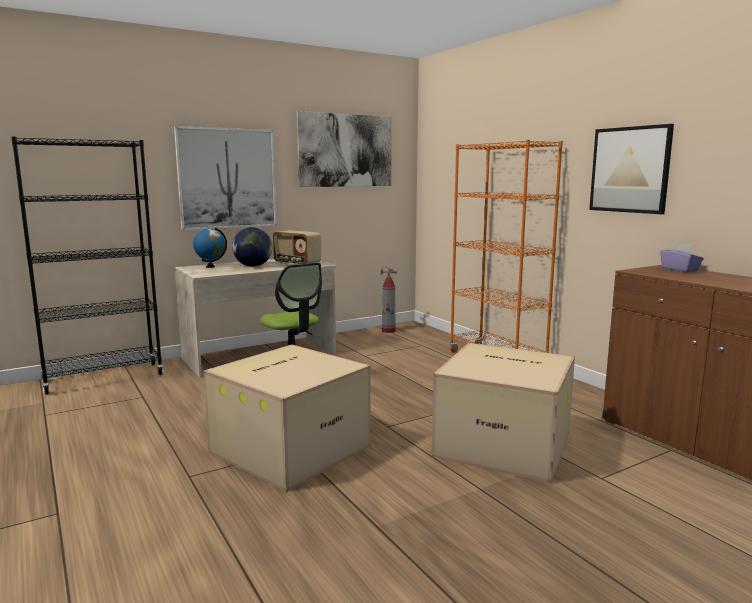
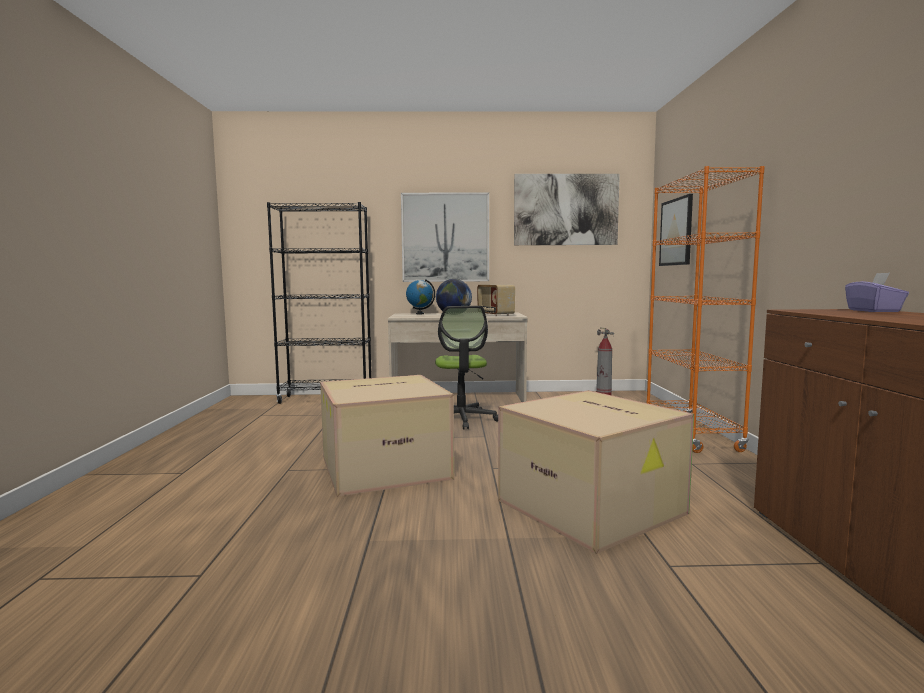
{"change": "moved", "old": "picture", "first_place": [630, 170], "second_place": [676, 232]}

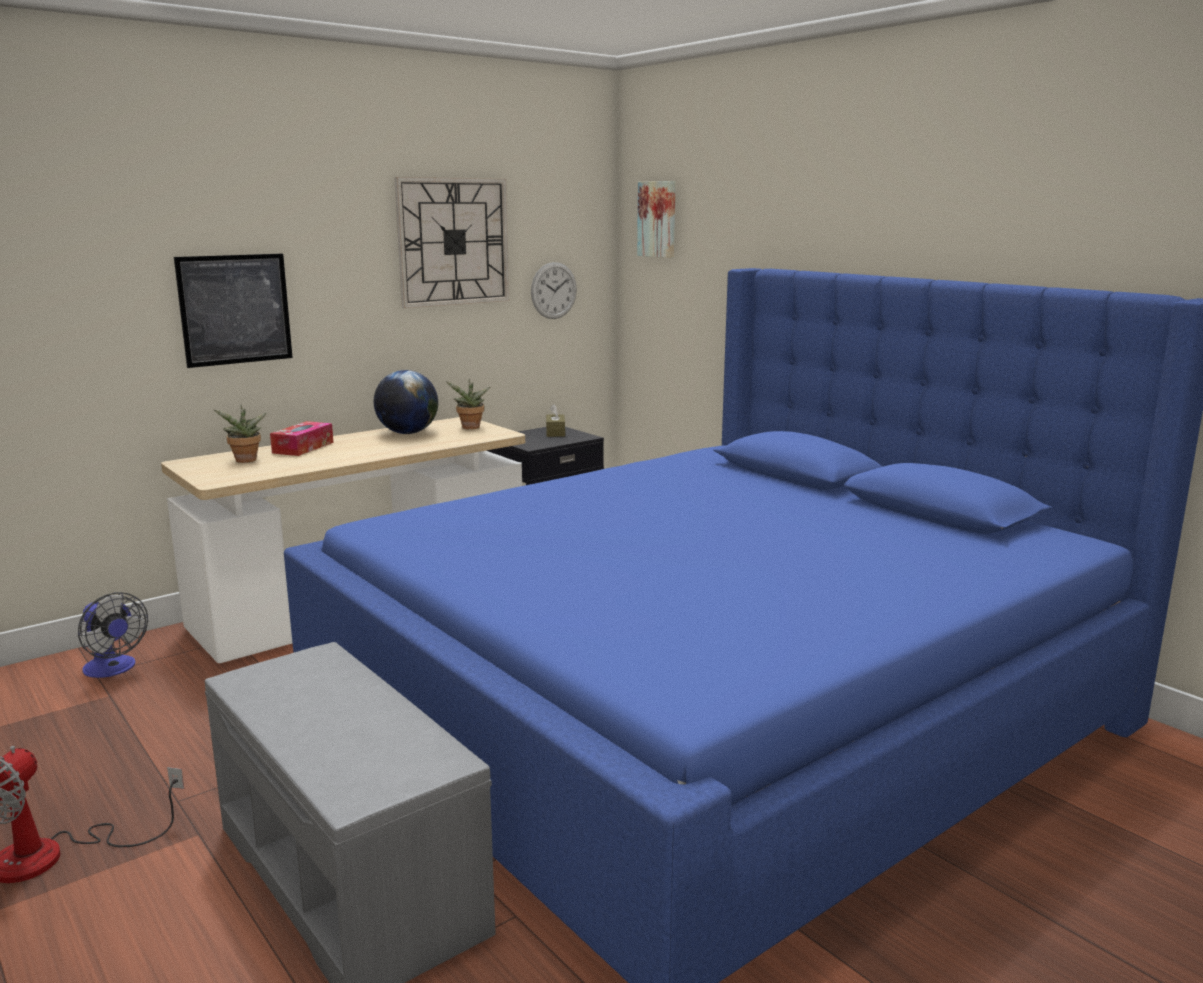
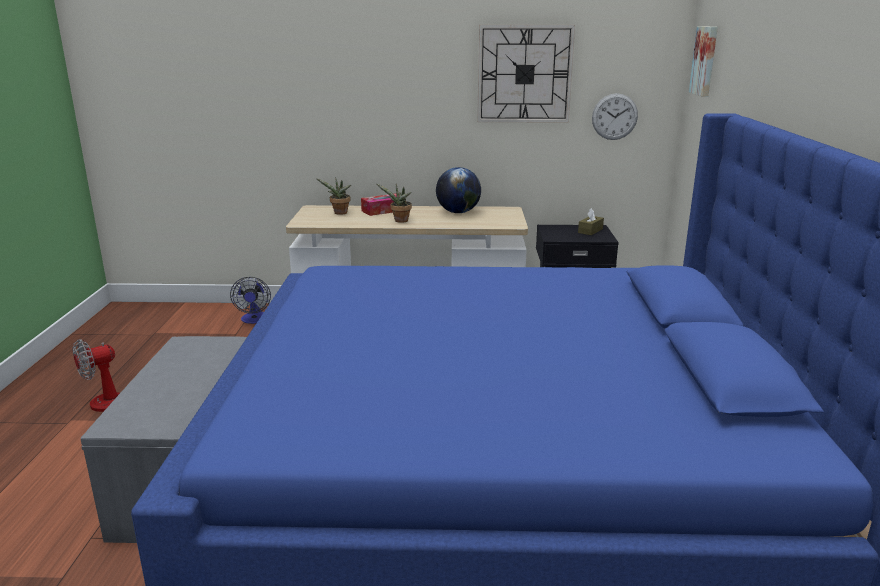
{"change": "removed", "old": "picture", "first_place": [235, 309]}
{"change": "moved", "old": "potted plant", "first_place": [470, 428], "second_place": [399, 221]}

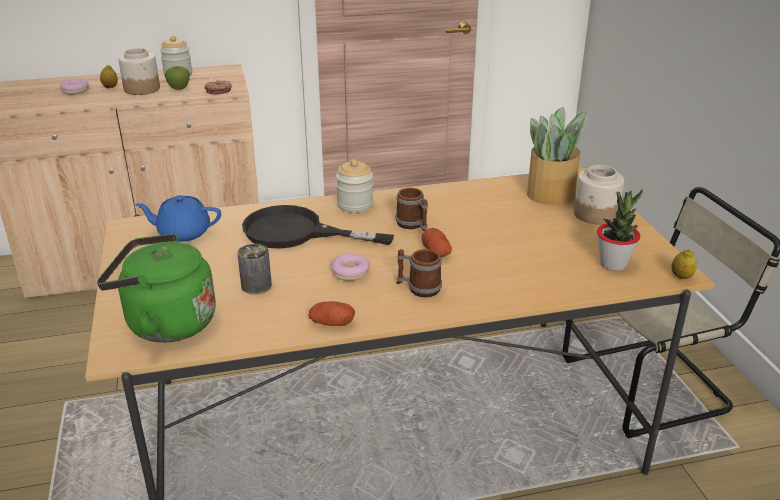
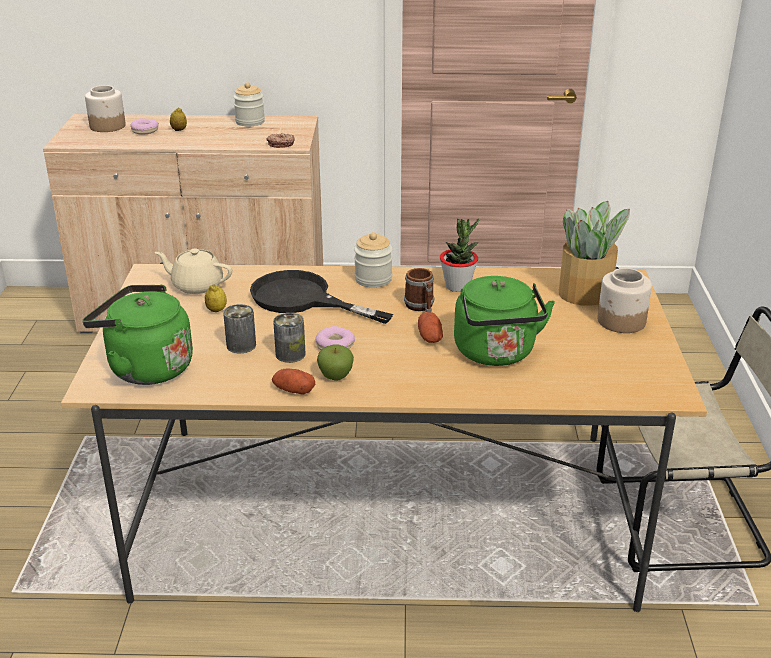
{"change": "moved", "old": "jar", "first_place": [142, 89], "second_place": [108, 126]}
{"change": "moved", "old": "apple", "first_place": [179, 88], "second_place": [335, 377]}
{"change": "moved", "old": "potted plant", "first_place": [613, 263], "second_place": [458, 286]}
{"change": "recoloured", "old": "blue teapot", "new": "beige teapot", "first_place": [183, 233], "second_place": [196, 285]}
{"change": "removed", "old": "mug", "first_place": [418, 288]}
{"change": "moved", "old": "lemon", "first_place": [681, 277], "second_place": [216, 310]}
{"change": "added", "new": "green kettle", "second_place": [496, 354]}
{"change": "added", "new": "can", "second_place": [290, 354]}

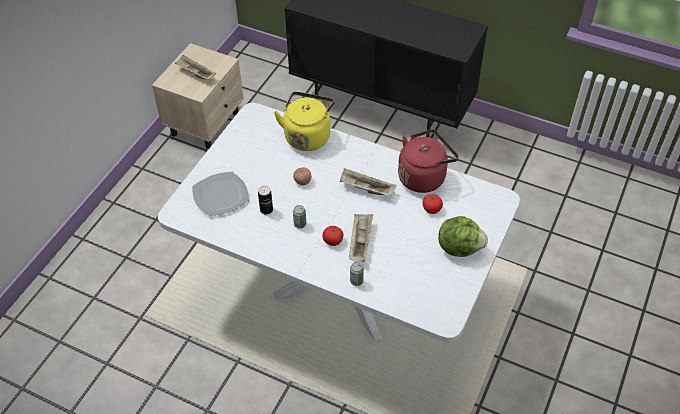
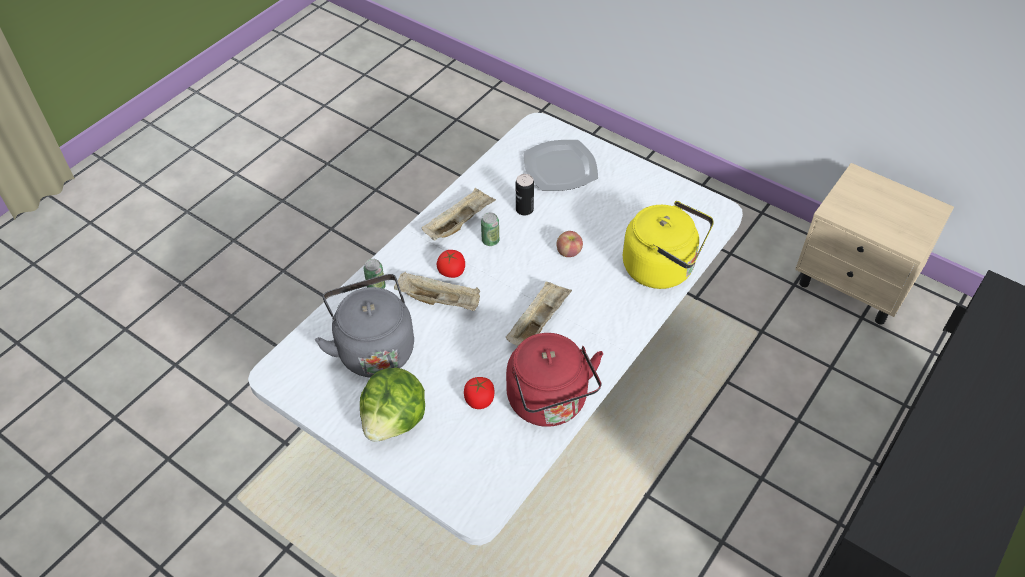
{"change": "moved", "old": "beige tray", "first_place": [195, 74], "second_place": [459, 223]}
{"change": "added", "new": "grey kettle", "second_place": [374, 348]}

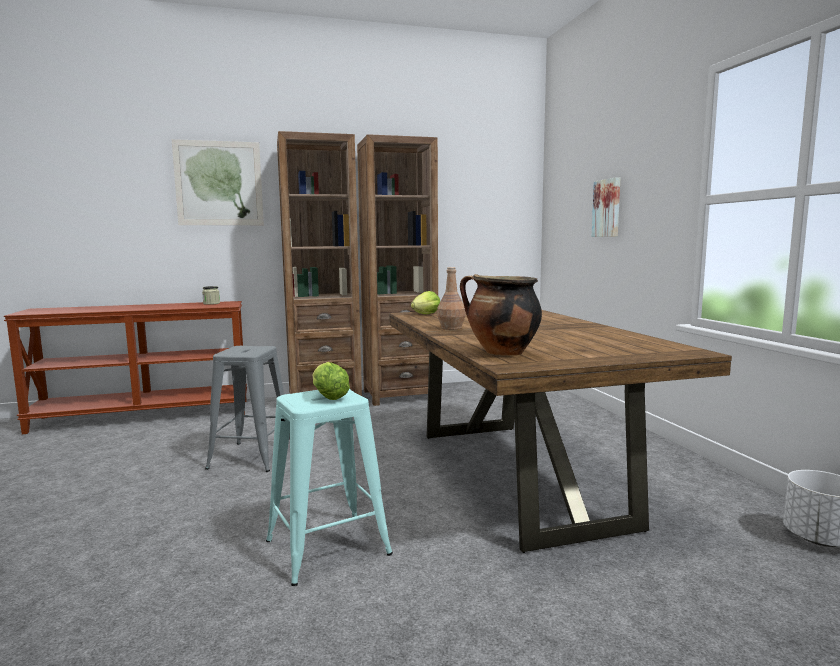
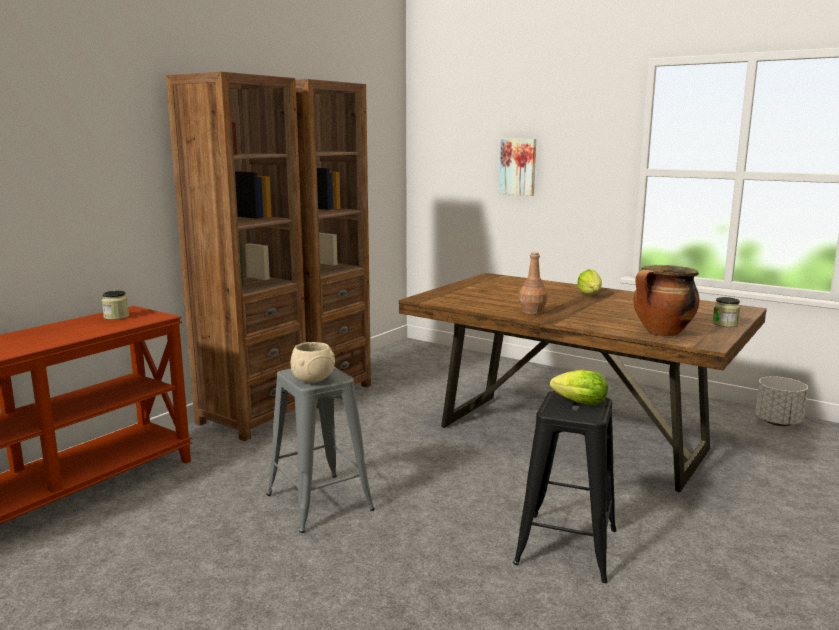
{"change": "removed", "old": "picture", "first_place": [219, 183]}
{"change": "moved", "old": "lettuce", "first_place": [424, 315], "second_place": [590, 295]}
{"change": "recoloured", "old": "turquoise stool", "new": "black stool", "first_place": [328, 547], "second_place": [566, 546]}
{"change": "added", "new": "jar", "second_place": [725, 324]}
{"change": "added", "new": "beige bowl", "second_place": [312, 380]}

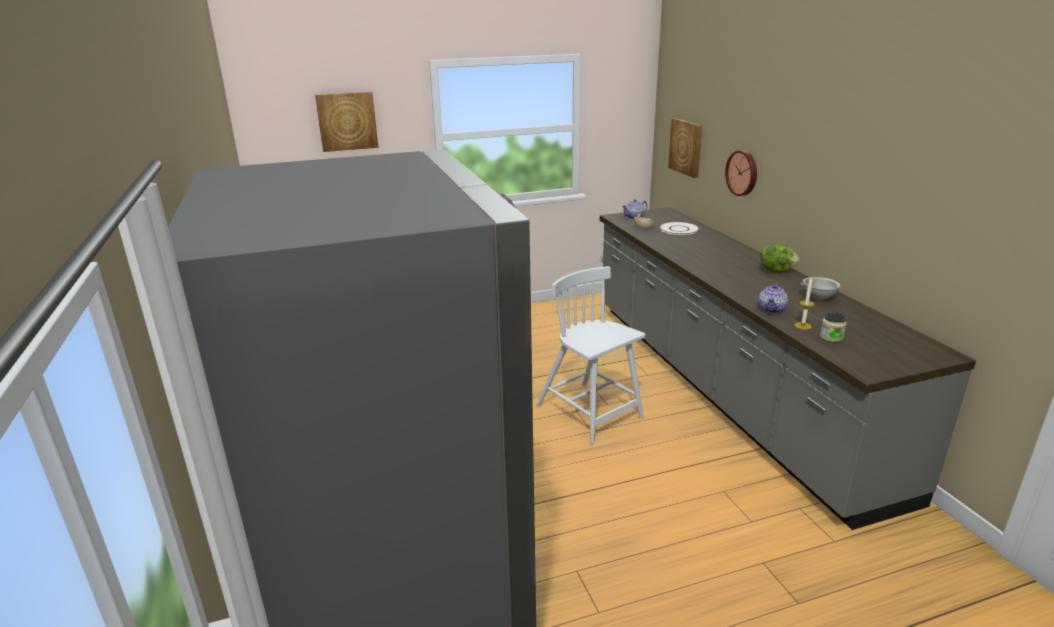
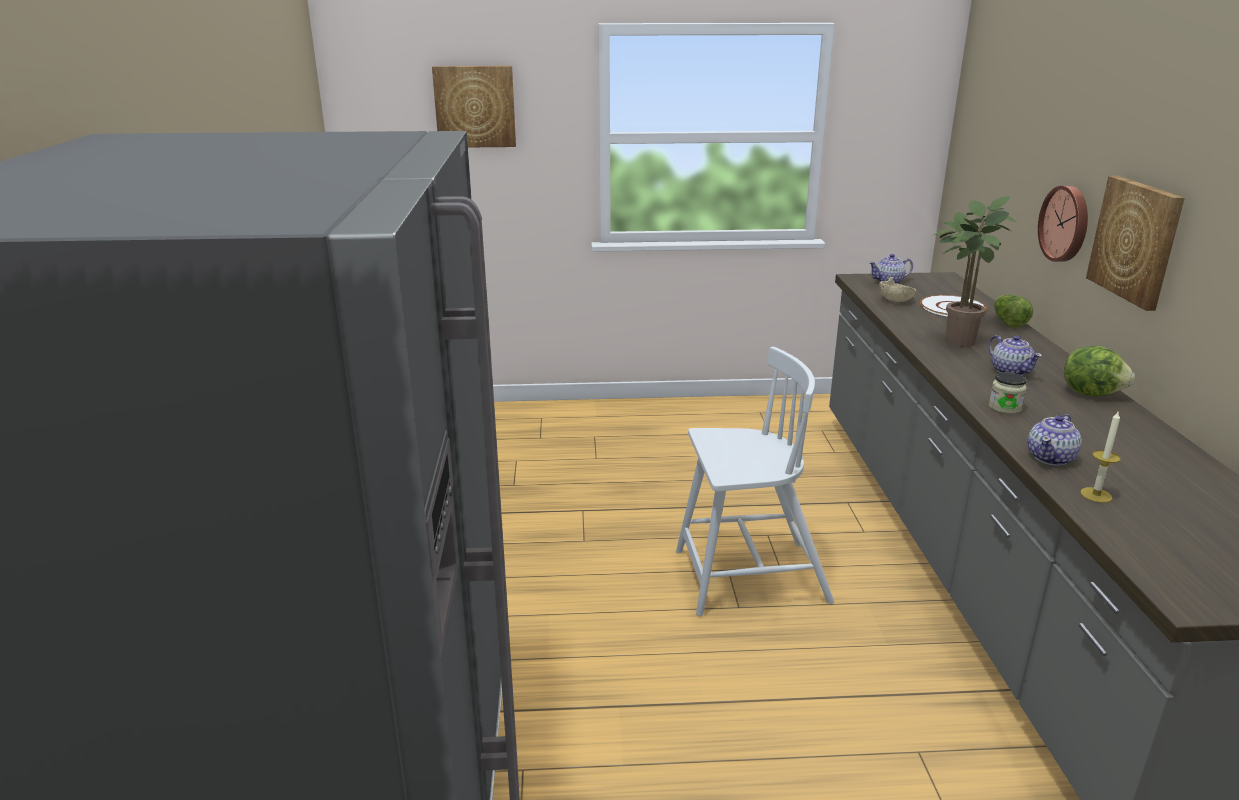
{"change": "moved", "old": "picture", "first_place": [686, 147], "second_place": [1136, 241]}
{"change": "turned", "old": "white chair", "first_place": [590, 413], "second_place": [748, 577], "degrees": 105}
{"change": "removed", "old": "grey bowl", "first_place": [818, 298]}
{"change": "moved", "old": "jar", "first_place": [831, 337], "second_place": [1005, 407]}
{"change": "added", "new": "potted plant", "second_place": [957, 340]}
{"change": "added", "new": "lettuce", "second_place": [1008, 322]}
{"change": "added", "new": "teapot", "second_place": [1010, 371]}

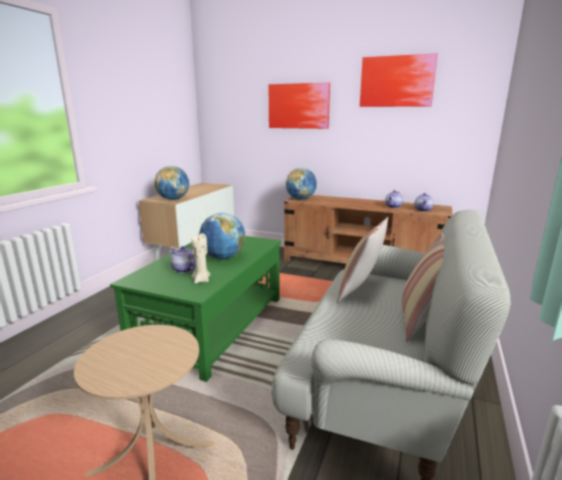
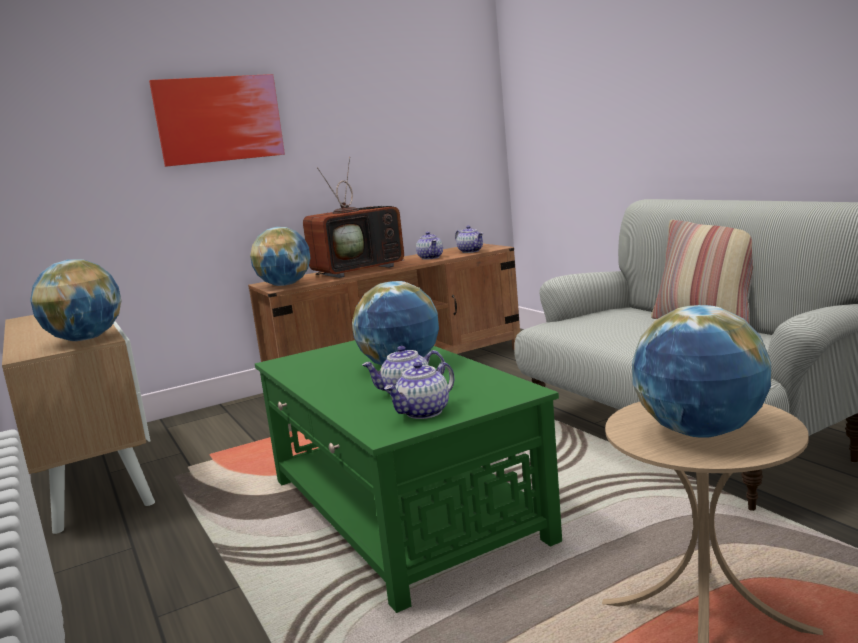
{"change": "removed", "old": "picture", "first_place": [396, 81]}
{"change": "removed", "old": "pillow", "first_place": [360, 290]}
{"change": "removed", "old": "beige candle", "first_place": [201, 280]}
{"change": "added", "new": "television", "second_place": [359, 270]}
{"change": "added", "new": "globe", "second_place": [700, 432]}
{"change": "added", "new": "teapot", "second_place": [424, 412]}

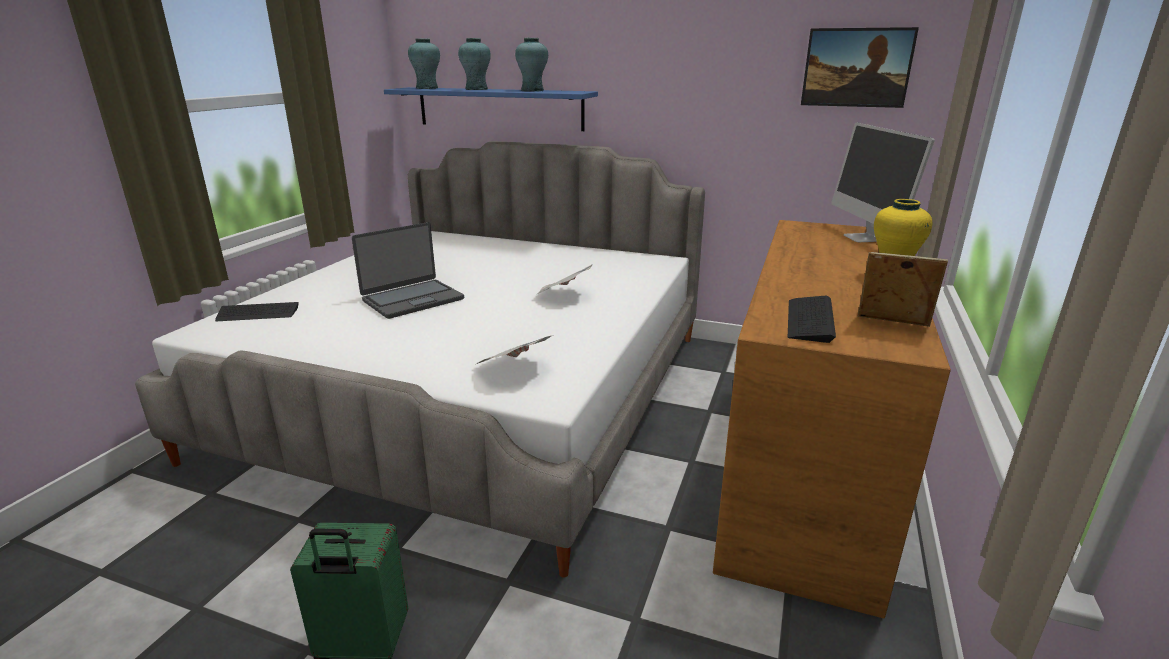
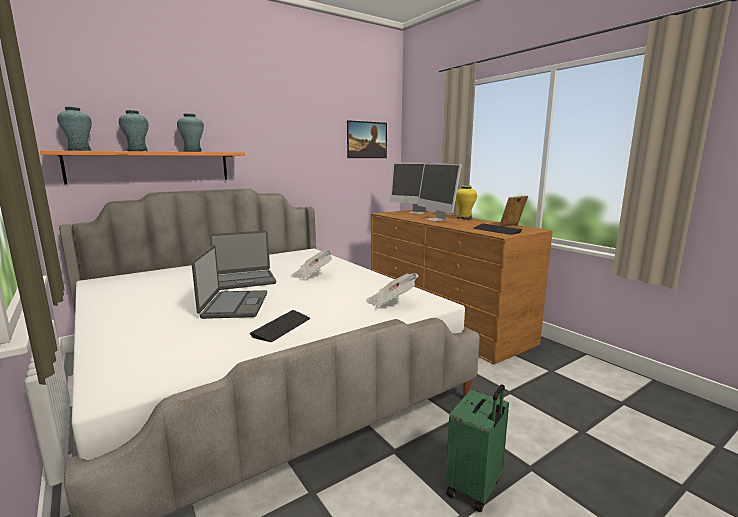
{"change": "recoloured", "old": "blue shelf", "new": "orange shelf", "first_place": [499, 108], "second_place": [151, 167]}
{"change": "moved", "old": "keyboard", "first_place": [258, 313], "second_place": [281, 327]}
{"change": "added", "new": "monitor", "second_place": [436, 219]}
{"change": "added", "new": "laptop", "second_place": [244, 281]}

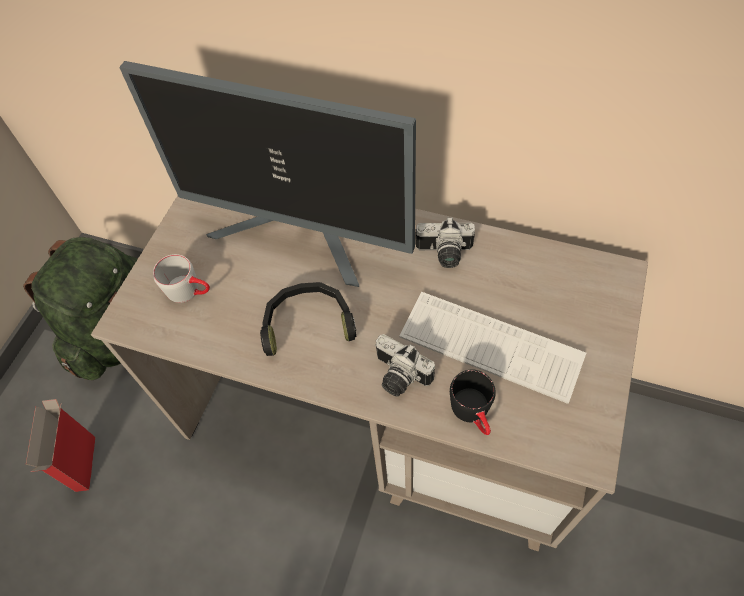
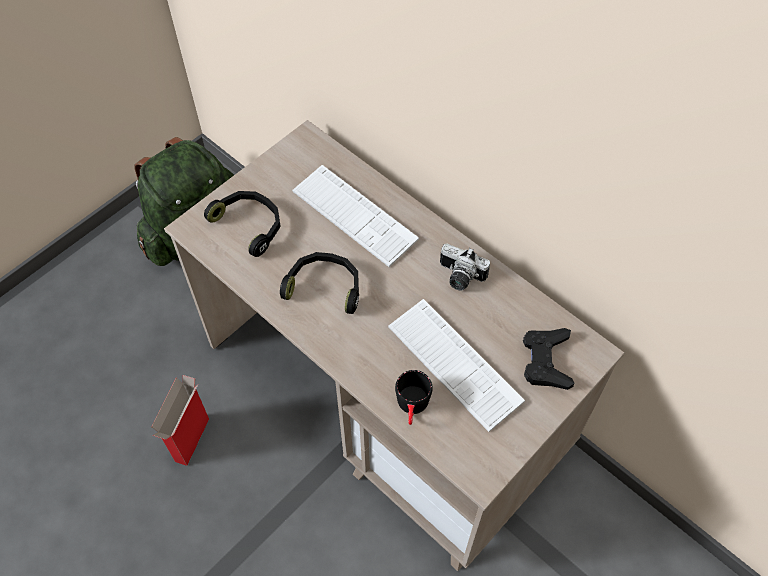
{"change": "replaced", "old": "monitor", "new": "keyboard", "first_place": [300, 236], "second_place": [354, 215]}
{"change": "replaced", "old": "grey mug", "new": "black headphones", "first_place": [190, 291], "second_place": [250, 225]}
{"change": "removed", "old": "photo camera", "first_place": [398, 377]}
{"change": "moved", "old": "cardboard box", "first_place": [85, 465], "second_place": [192, 441]}
{"change": "added", "new": "black game controller", "second_place": [546, 361]}

